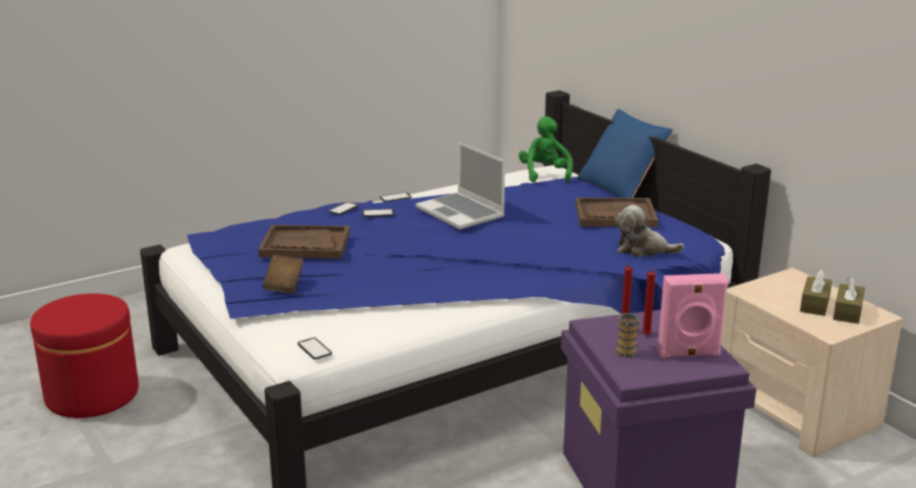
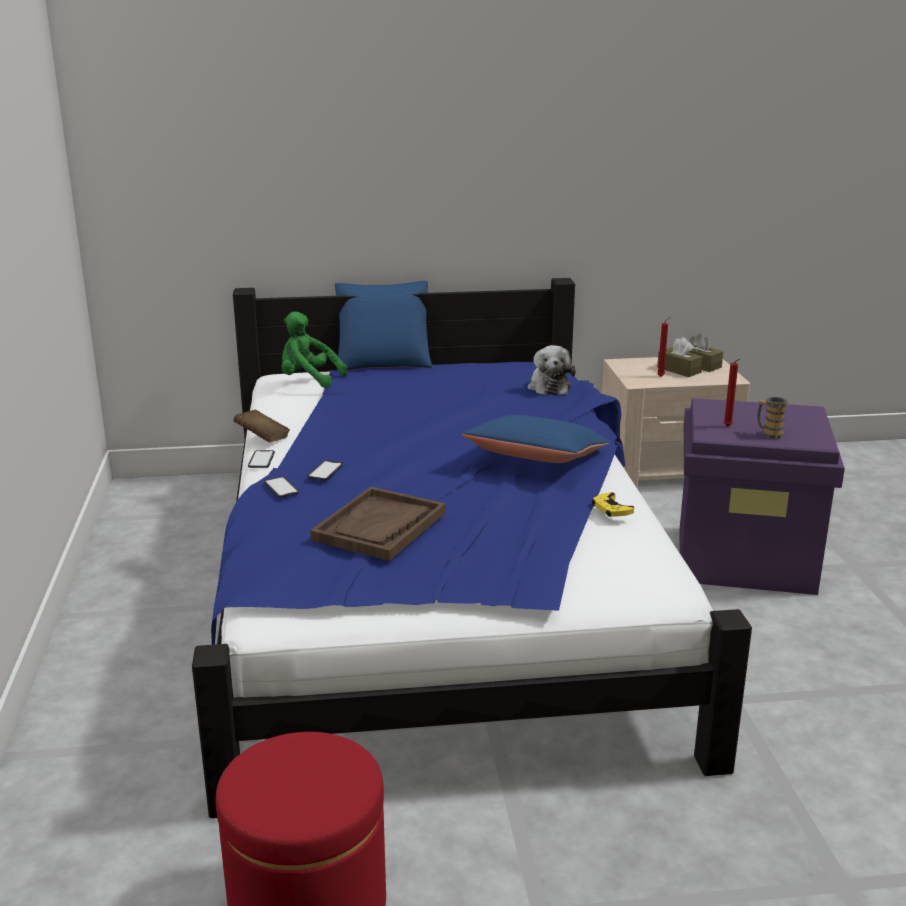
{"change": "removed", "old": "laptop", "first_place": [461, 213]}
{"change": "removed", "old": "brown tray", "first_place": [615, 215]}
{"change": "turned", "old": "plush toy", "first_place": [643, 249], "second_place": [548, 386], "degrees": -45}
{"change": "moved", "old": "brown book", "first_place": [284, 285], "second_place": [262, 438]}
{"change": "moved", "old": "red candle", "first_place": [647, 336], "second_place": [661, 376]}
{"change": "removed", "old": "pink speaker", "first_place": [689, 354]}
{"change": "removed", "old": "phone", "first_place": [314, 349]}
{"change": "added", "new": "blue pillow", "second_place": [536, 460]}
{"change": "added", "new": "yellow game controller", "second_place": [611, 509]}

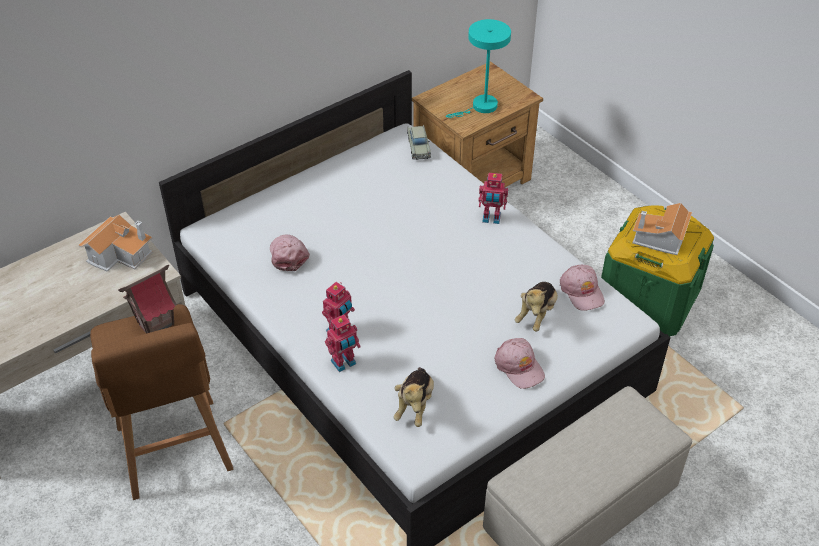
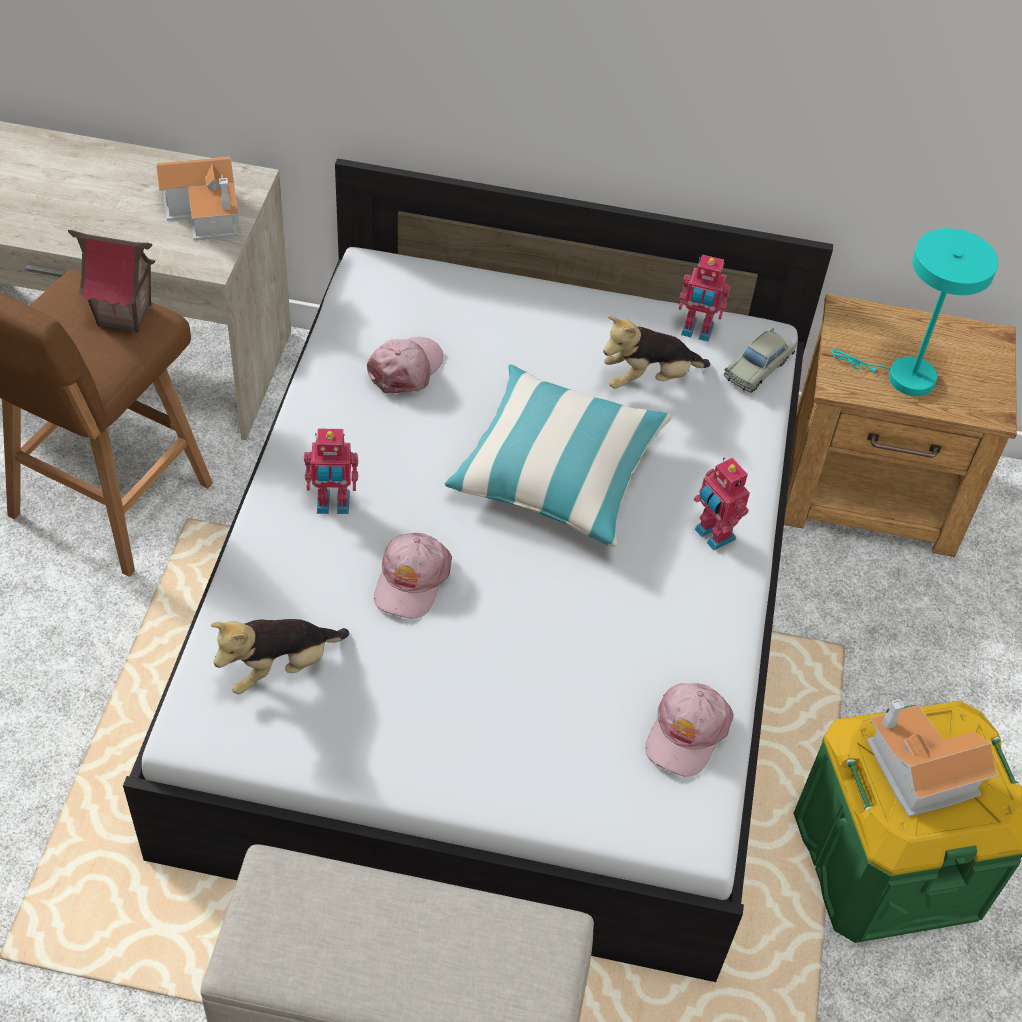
{"change": "moved", "old": "plush toy", "first_place": [536, 314], "second_place": [648, 379]}
{"change": "moved", "old": "toy robot", "first_place": [344, 363], "second_place": [696, 331]}
{"change": "moved", "old": "pink cap", "first_place": [519, 366], "second_place": [411, 580]}
{"change": "added", "new": "pillow", "second_place": [558, 471]}

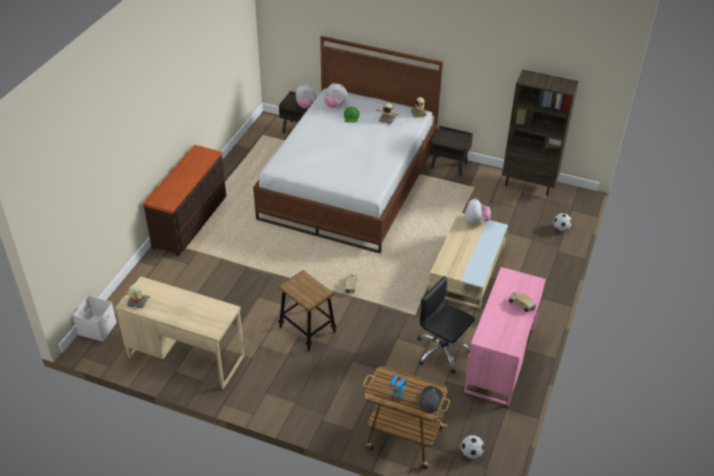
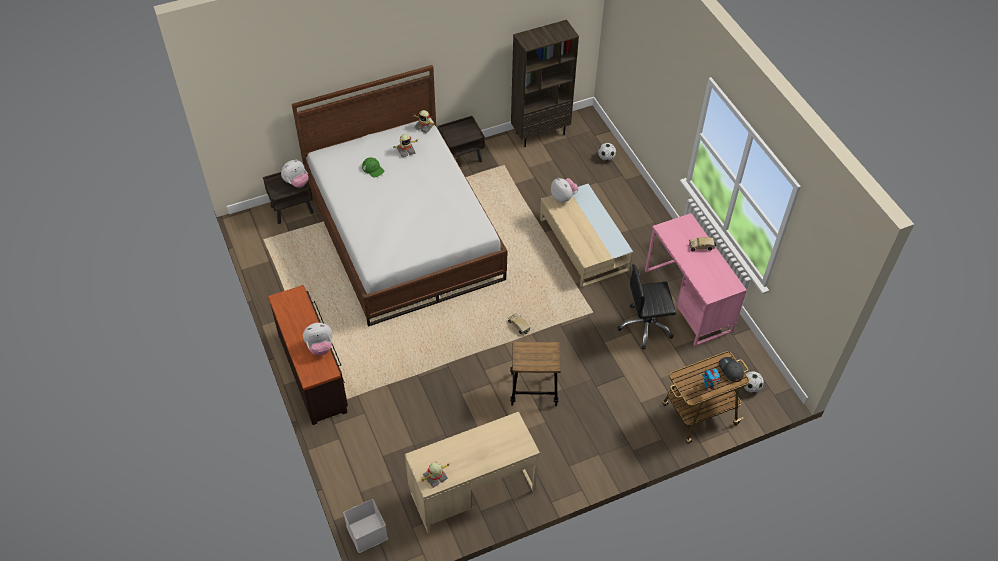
{"change": "moved", "old": "plush toy", "first_place": [335, 105], "second_place": [320, 347]}

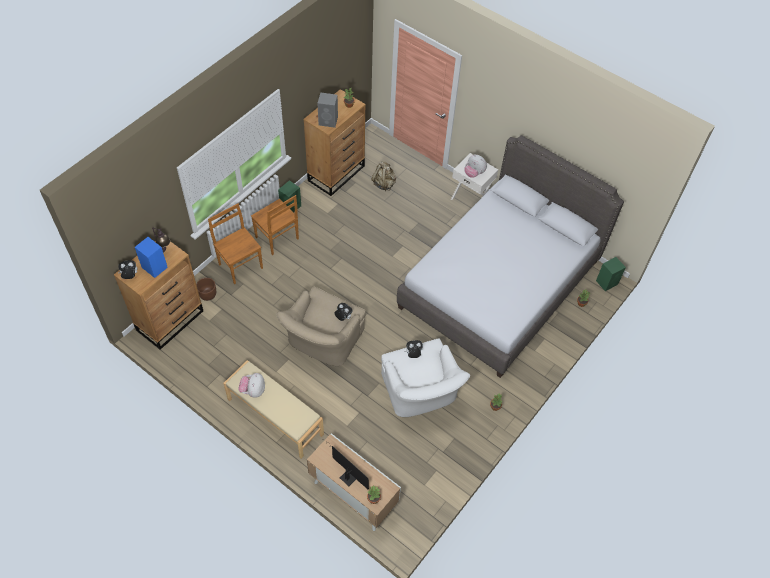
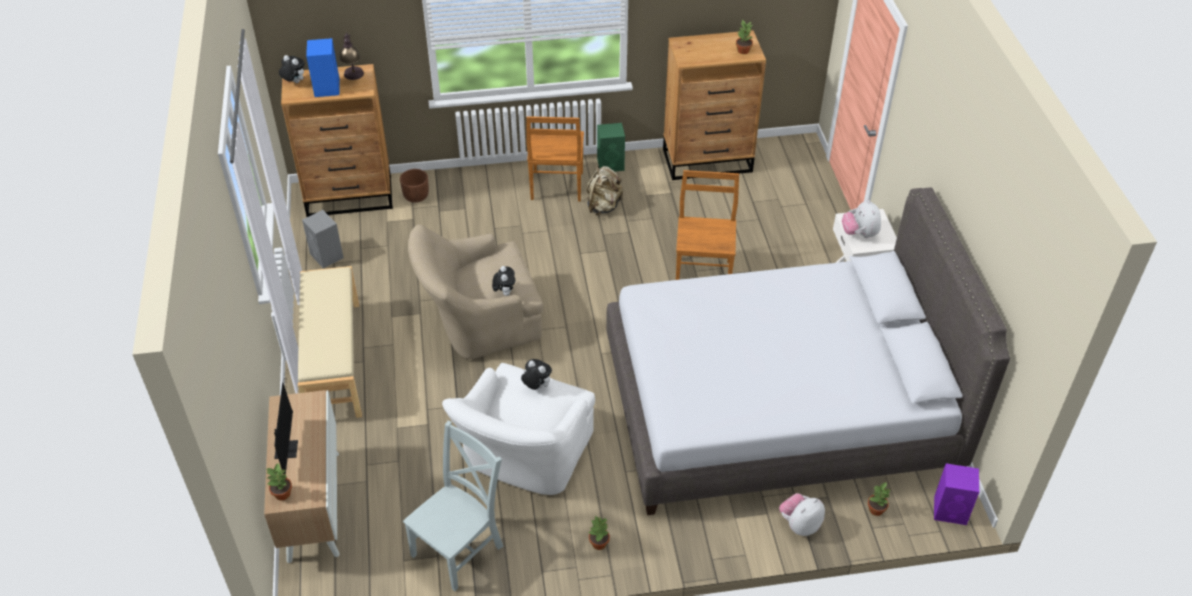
{"change": "moved", "old": "grey speaker", "first_place": [328, 121], "second_place": [327, 256]}
{"change": "moved", "old": "beige backpack", "first_place": [384, 183], "second_place": [603, 206]}
{"change": "moved", "old": "brown chair", "first_place": [240, 265], "second_place": [703, 274]}
{"change": "recoloured", "old": "green speaker", "new": "purple speaker", "first_place": [607, 282], "second_place": [951, 511]}
{"change": "moved", "old": "plush toy", "first_place": [253, 390], "second_place": [800, 524]}
{"change": "added", "new": "grey chair", "second_place": [460, 548]}

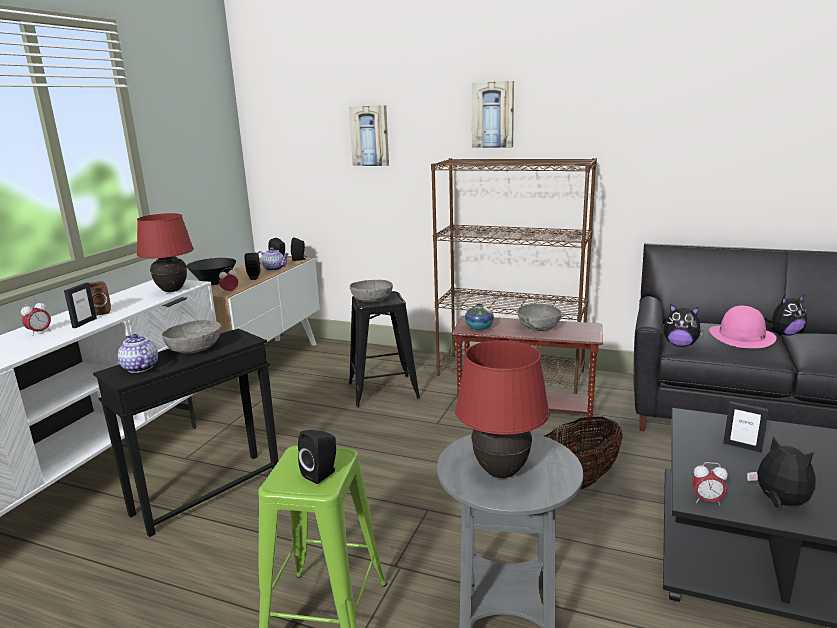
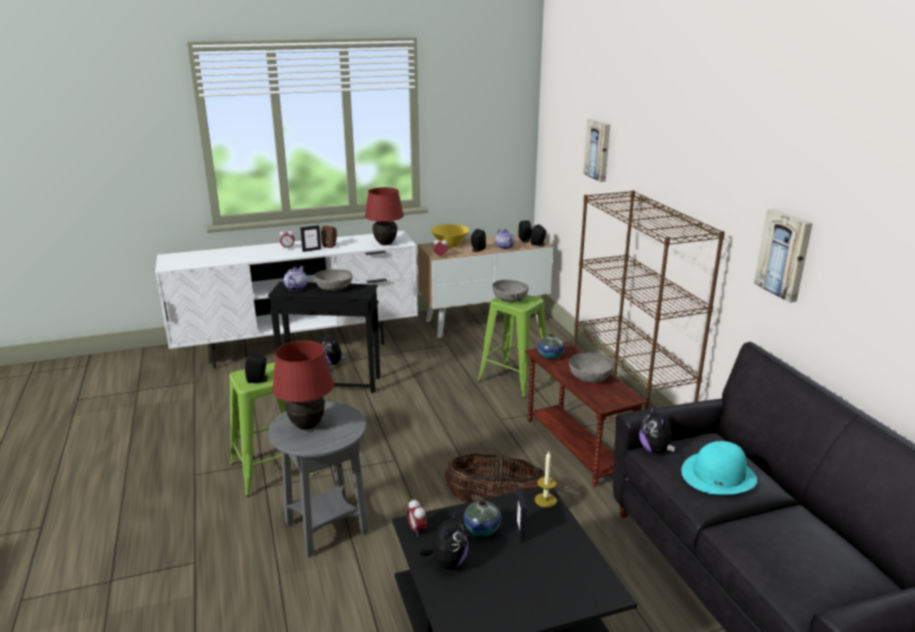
{"change": "moved", "old": "picture", "first_place": [493, 115], "second_place": [784, 254]}
{"change": "recoloured", "old": "black bowl", "new": "yellow bowl", "first_place": [214, 282], "second_place": [449, 245]}
{"change": "recoloured", "old": "black stool", "new": "green stool", "first_place": [382, 391], "second_place": [513, 379]}
{"change": "moved", "old": "plush toy", "first_place": [784, 334], "second_place": [332, 363]}
{"change": "recoloured", "old": "pink hat", "new": "turquoise hat", "first_place": [741, 336], "second_place": [718, 475]}
{"change": "added", "new": "candle", "second_place": [545, 500]}
{"change": "added", "new": "vase", "second_place": [482, 529]}

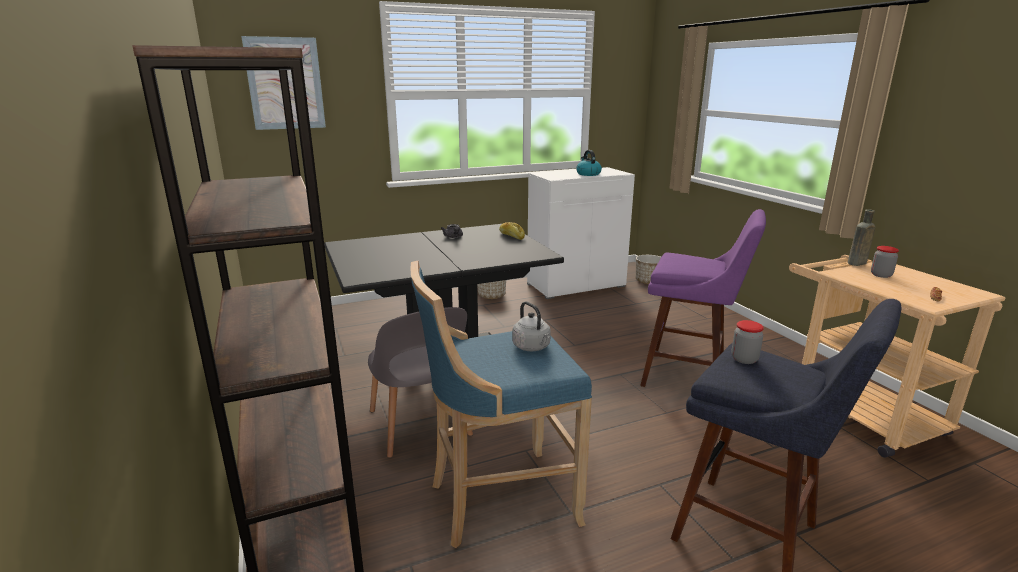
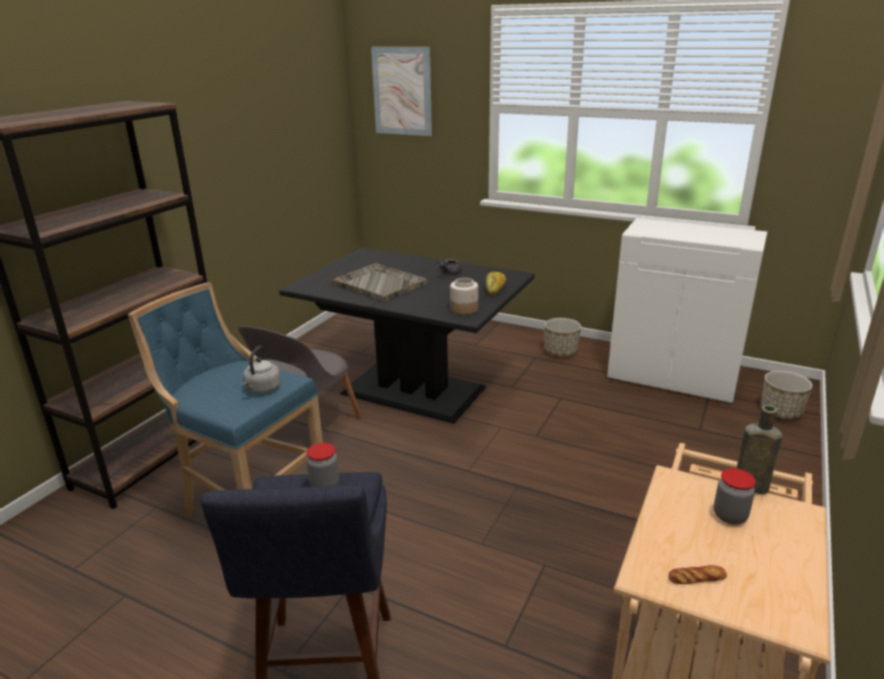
{"change": "removed", "old": "kettle", "first_place": [588, 174]}
{"change": "removed", "old": "purple stool", "first_place": [690, 377]}
{"change": "added", "new": "grey tray", "second_place": [379, 284]}
{"change": "added", "new": "jar", "second_place": [464, 309]}

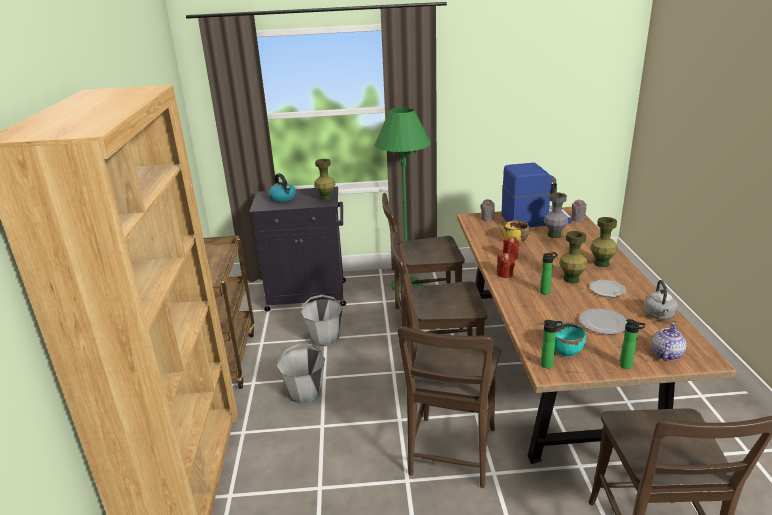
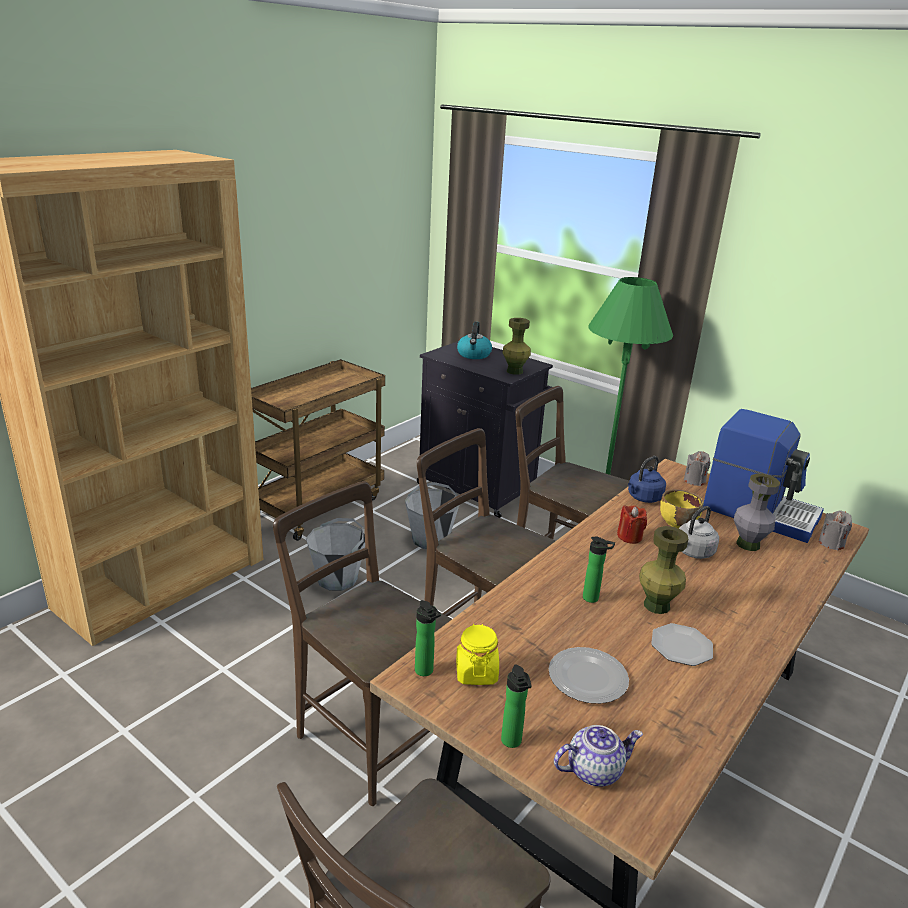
{"change": "removed", "old": "green vase", "first_place": [601, 264]}
{"change": "removed", "old": "red candle", "first_place": [505, 274]}
{"change": "moved", "old": "grey kettle", "first_place": [659, 316], "second_place": [693, 552]}
{"change": "replaced", "old": "turquoise bowl", "new": "yellow jar", "first_place": [566, 351], "second_place": [476, 672]}
{"change": "turned", "old": "brown chair", "first_place": [451, 455], "second_place": [367, 734], "degrees": 75}
{"change": "added", "new": "blue kettle", "second_place": [643, 498]}

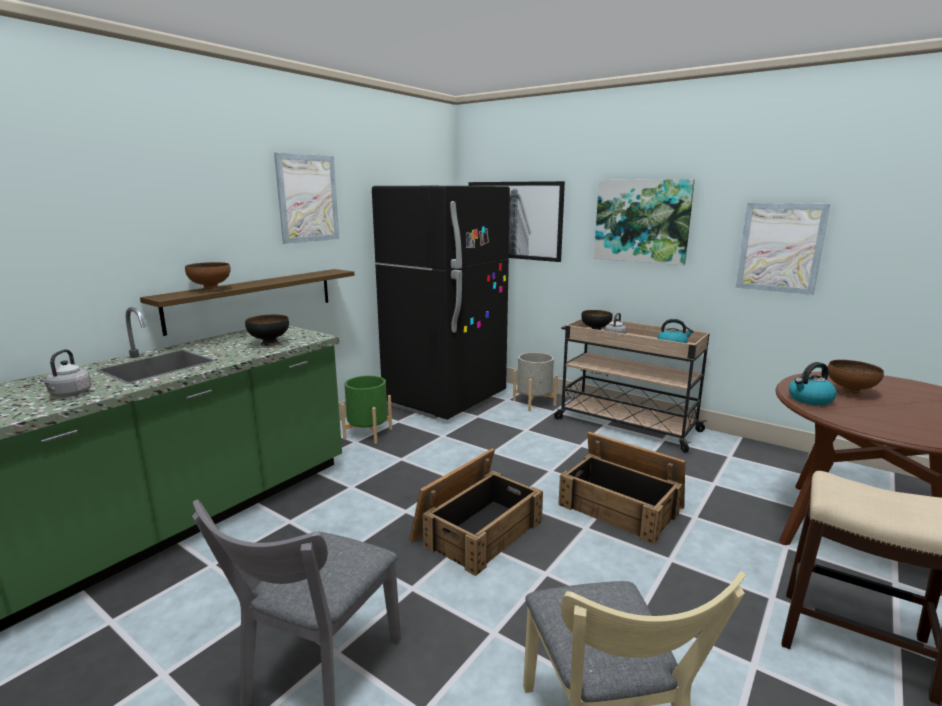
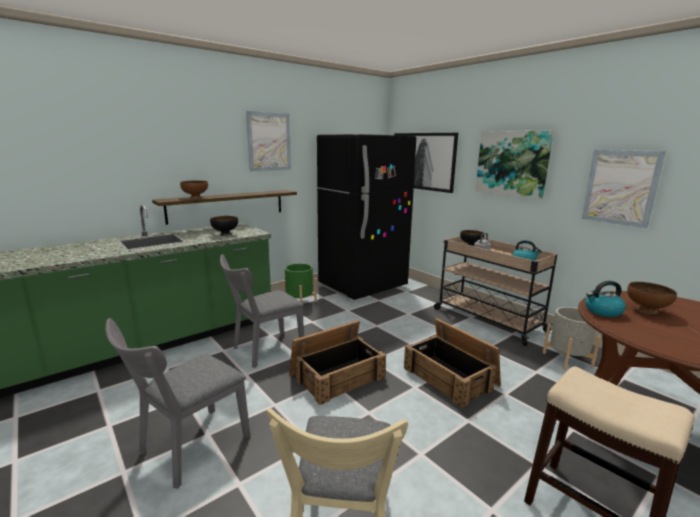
{"change": "removed", "old": "grey kettle", "first_place": [69, 394]}
{"change": "moved", "old": "grey planter", "first_place": [534, 403], "second_place": [567, 359]}
{"change": "added", "new": "grey chair", "second_place": [264, 350]}

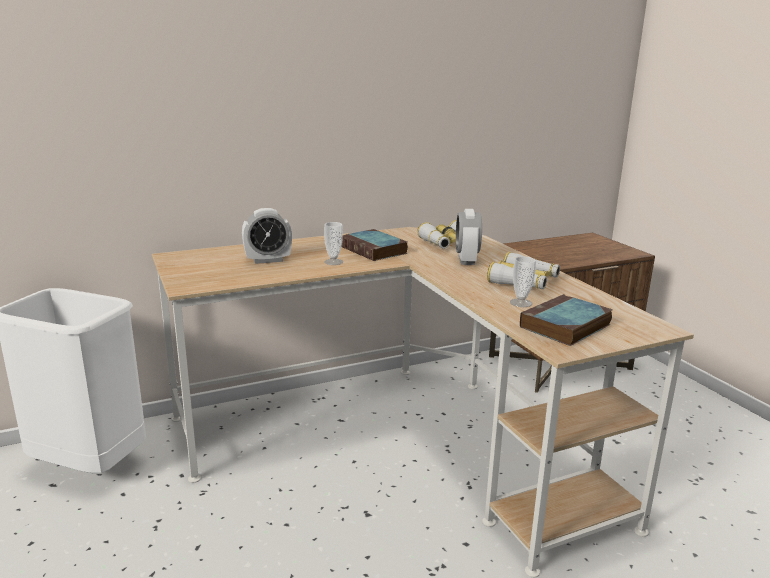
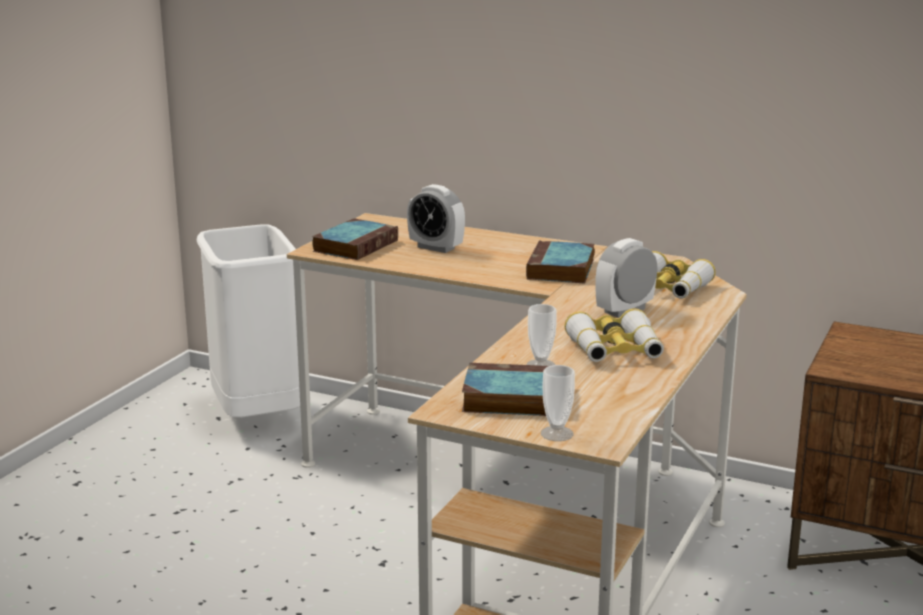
{"change": "moved", "old": "cup", "first_place": [333, 262], "second_place": [557, 434]}
{"change": "added", "new": "book", "second_place": [356, 245]}

